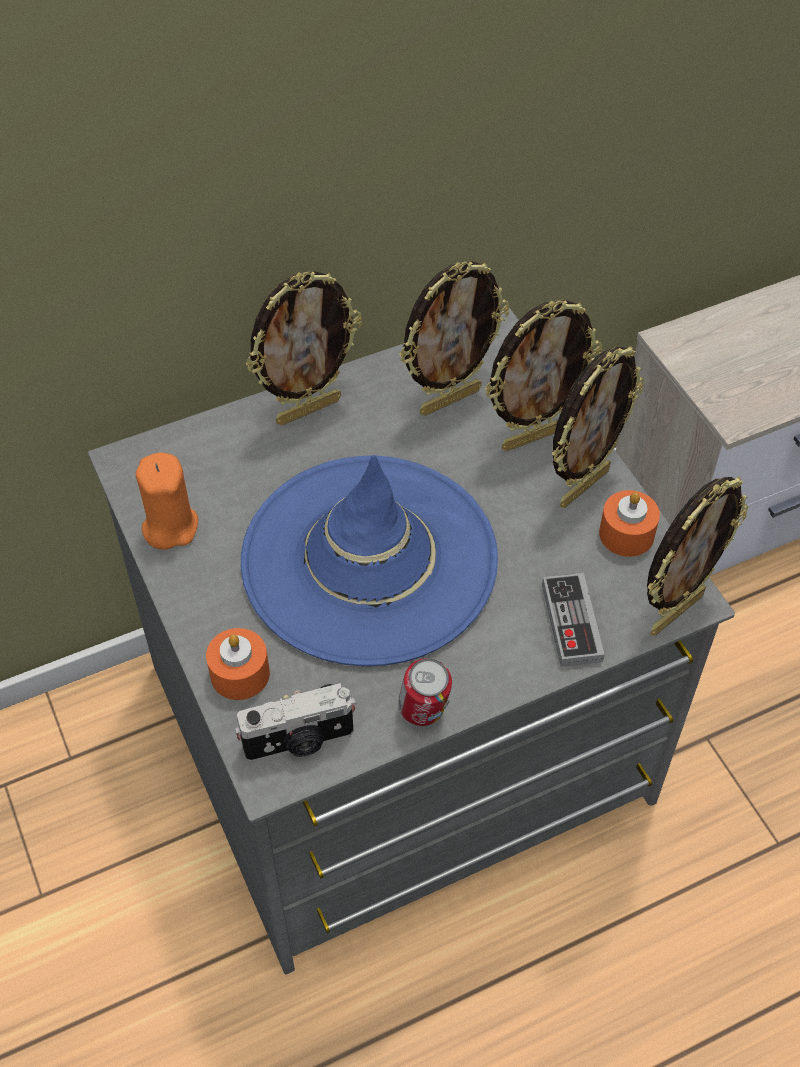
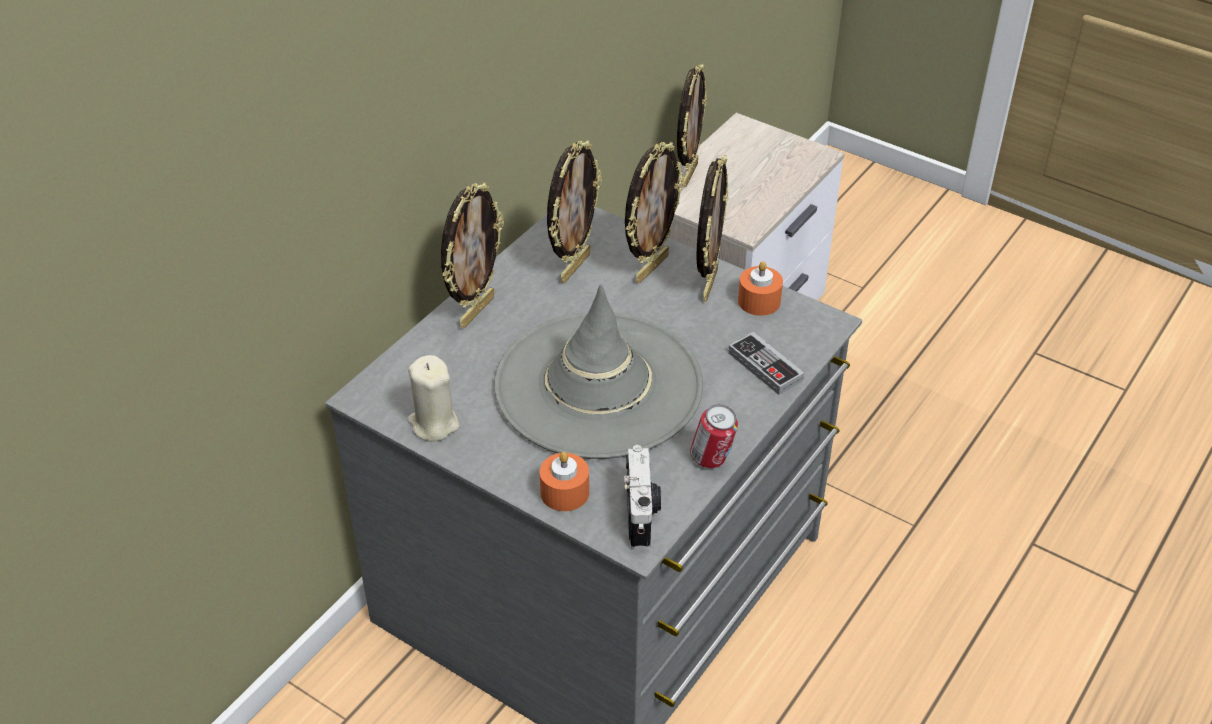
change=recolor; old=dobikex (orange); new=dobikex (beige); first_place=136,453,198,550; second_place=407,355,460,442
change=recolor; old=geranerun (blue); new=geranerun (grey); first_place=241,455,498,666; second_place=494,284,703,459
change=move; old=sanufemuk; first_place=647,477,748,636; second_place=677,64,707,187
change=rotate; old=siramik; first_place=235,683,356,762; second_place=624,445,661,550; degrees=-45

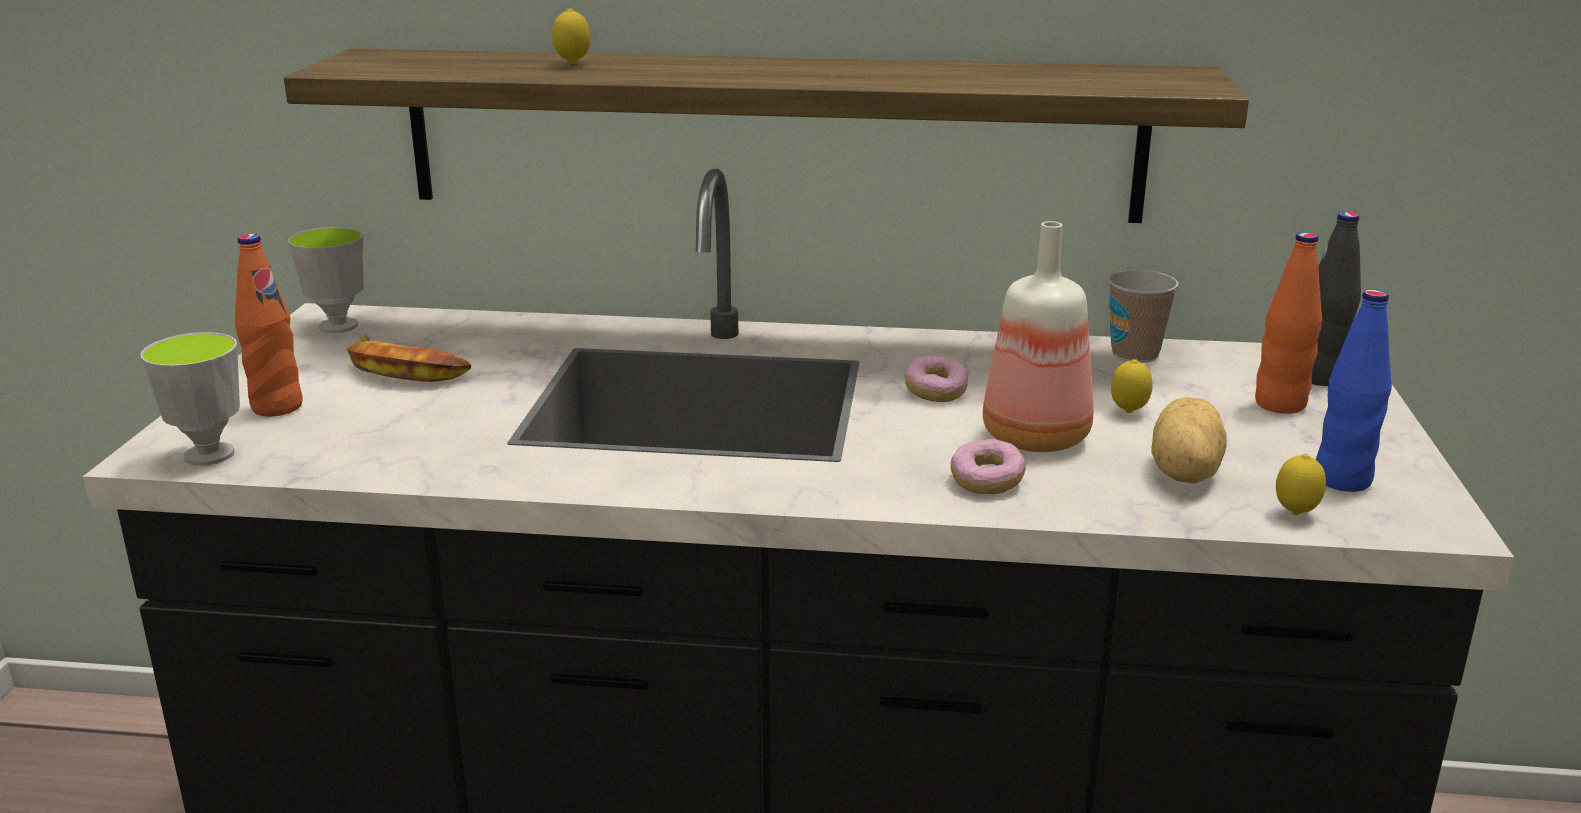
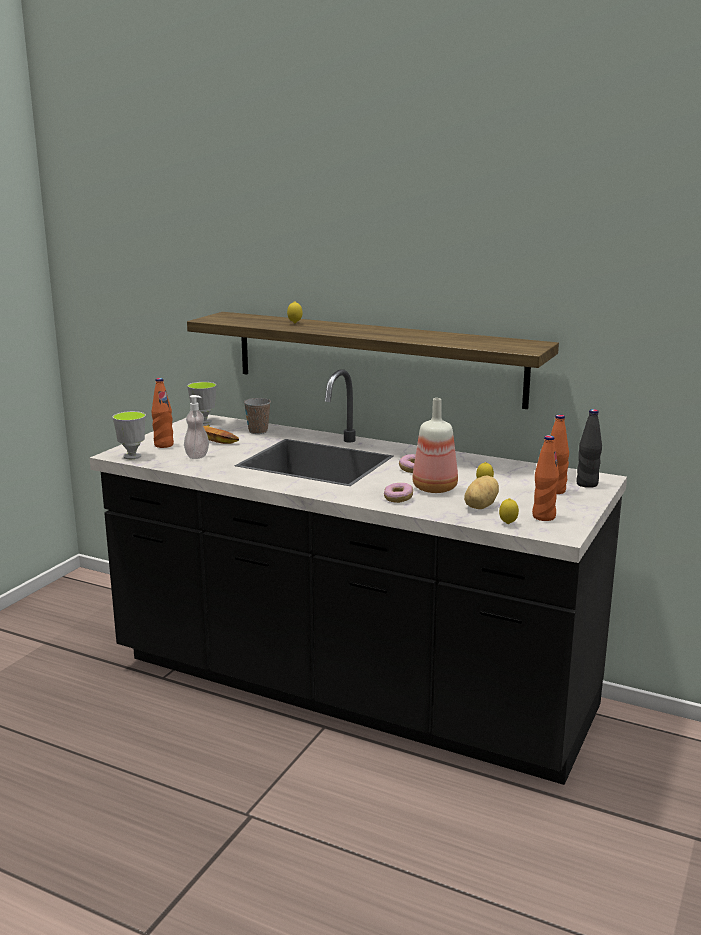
change=move; old=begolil; first_place=1108,270,1178,363; second_place=244,398,271,434
change=recolor; old=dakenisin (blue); new=dakenisin (orange); first_place=1316,289,1392,492; second_place=532,435,559,521
change=insert; new=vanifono; second_place=184,395,209,459

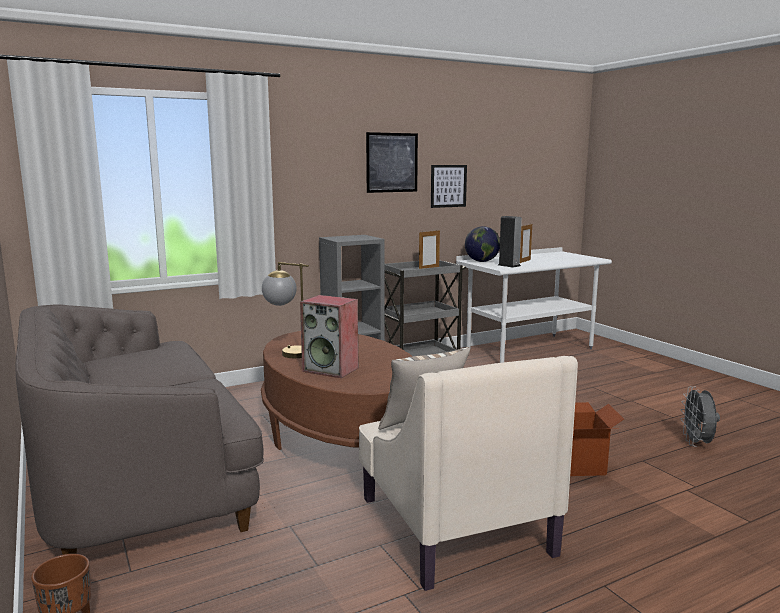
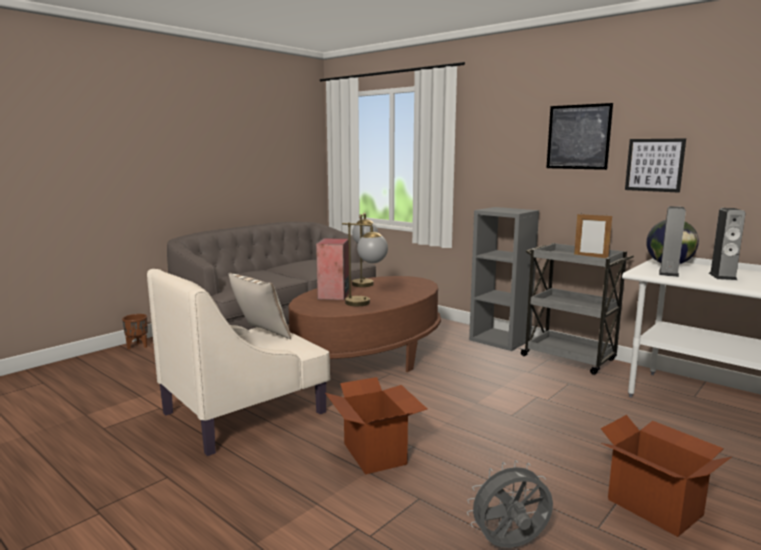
change=replace; old=sanufemuk; new=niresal; first_place=520,224,532,263; second_place=709,208,746,280
change=insert; new=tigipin; second_place=342,222,388,306
change=insert; new=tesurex; second_place=600,415,731,537

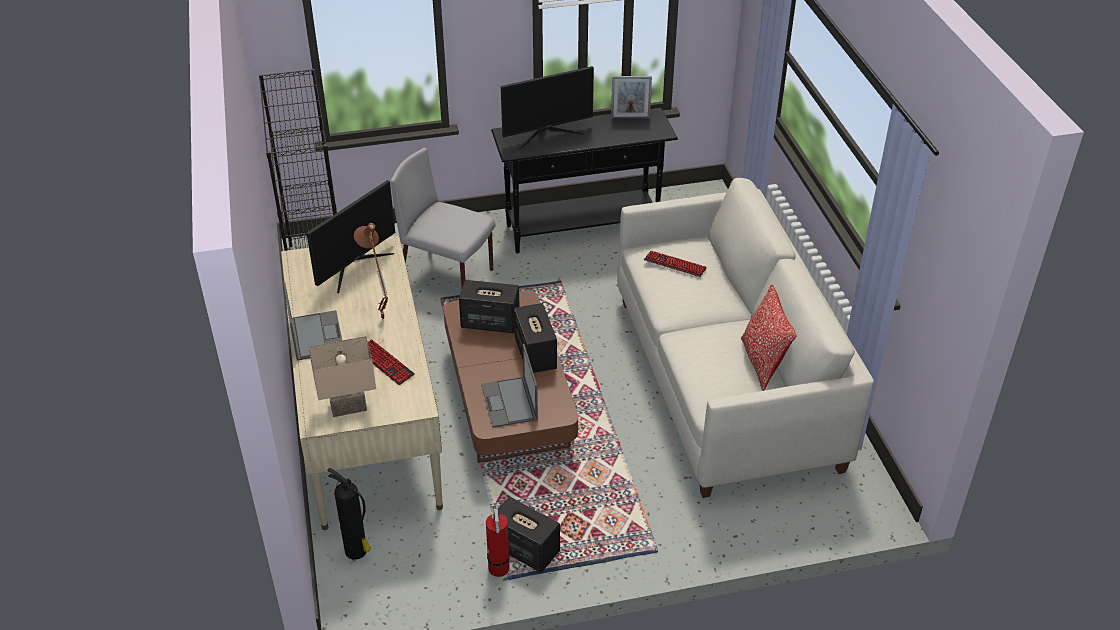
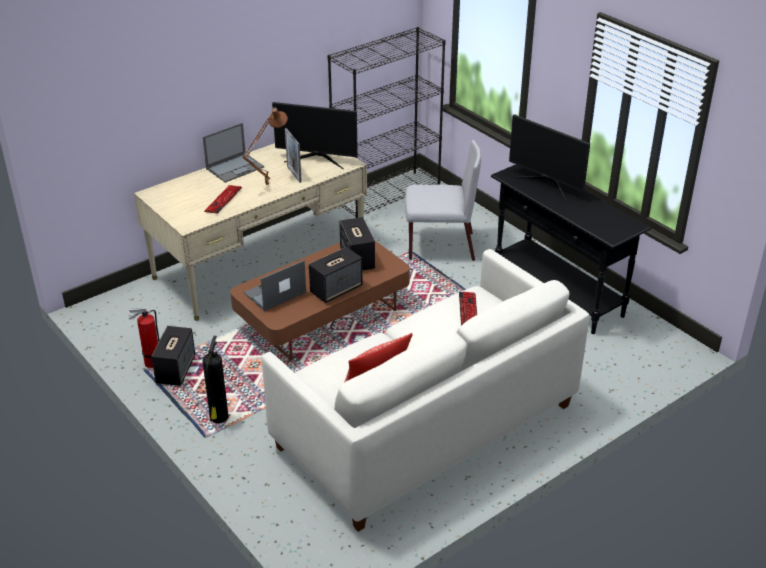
change=move; old=sanufemuk; first_place=611,76,652,118; second_place=285,128,302,183
change=rotate; old=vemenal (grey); first_place=391,148,495,287; second_place=405,140,481,261; degrees=90
change=delete; old=tigipin (beige); first_place=309,336,376,417
change=move; old=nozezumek; first_place=327,468,371,560; second_place=202,336,228,423

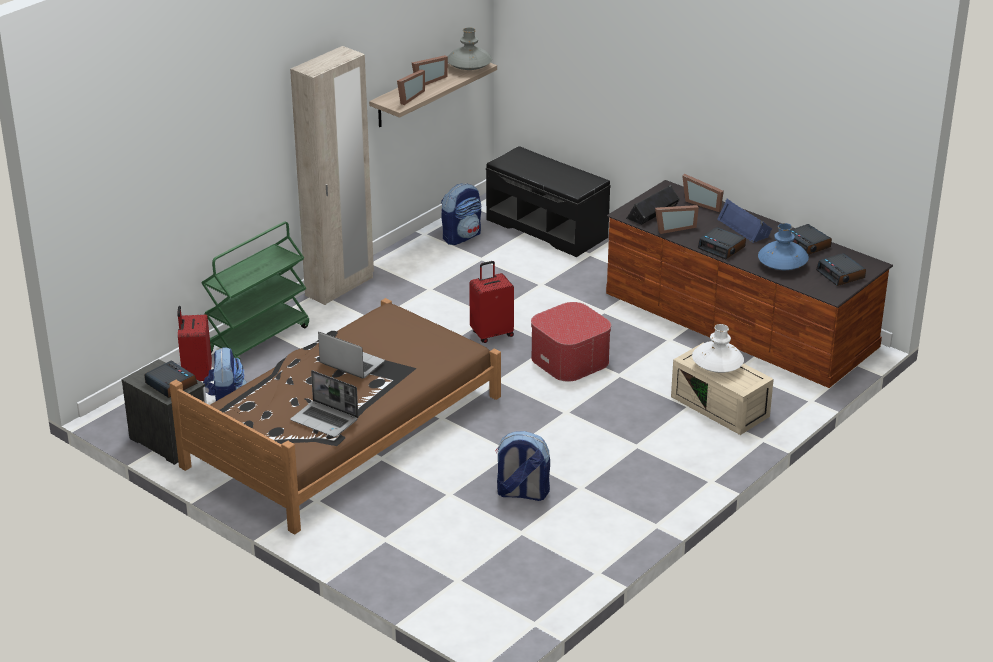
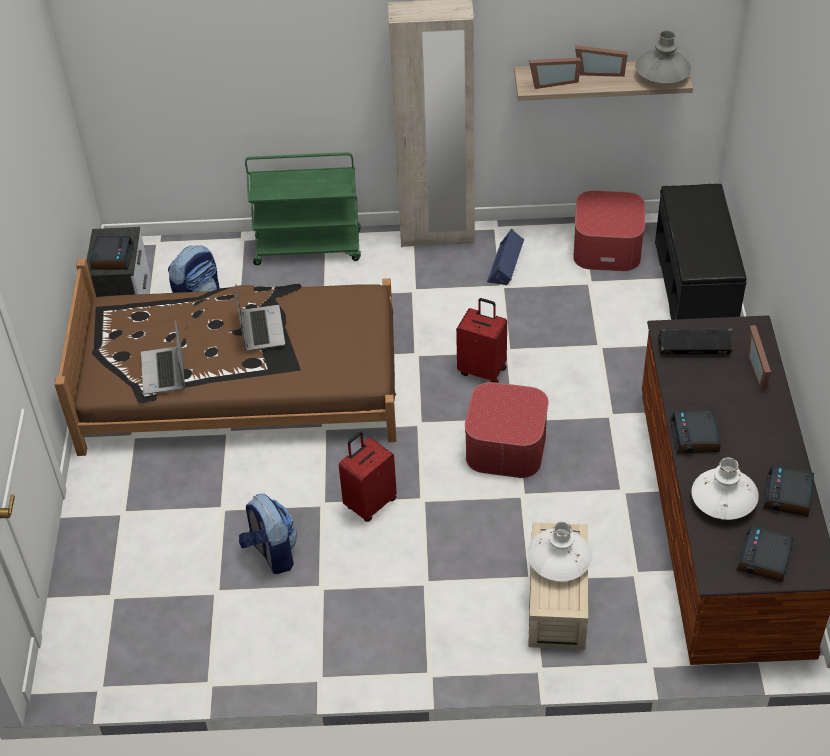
change=replace; old=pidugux; new=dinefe; first_place=441,183,481,245; second_place=573,191,645,271
change=move; old=niresal (blue); first_place=717,199,772,243; second_place=487,228,524,285
change=delete; old=sanufemuk; first_place=655,205,699,234
change=recolor; old=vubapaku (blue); new=vubapaku (white); first_place=758,223,809,270; second_place=692,458,759,520
change=move; old=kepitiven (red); first_place=177,306,212,381; second_place=339,432,397,522

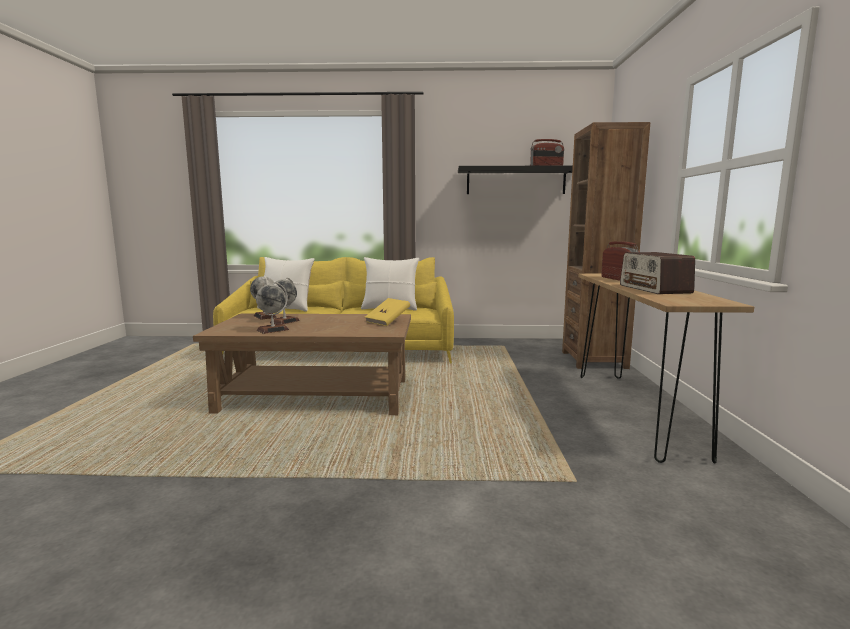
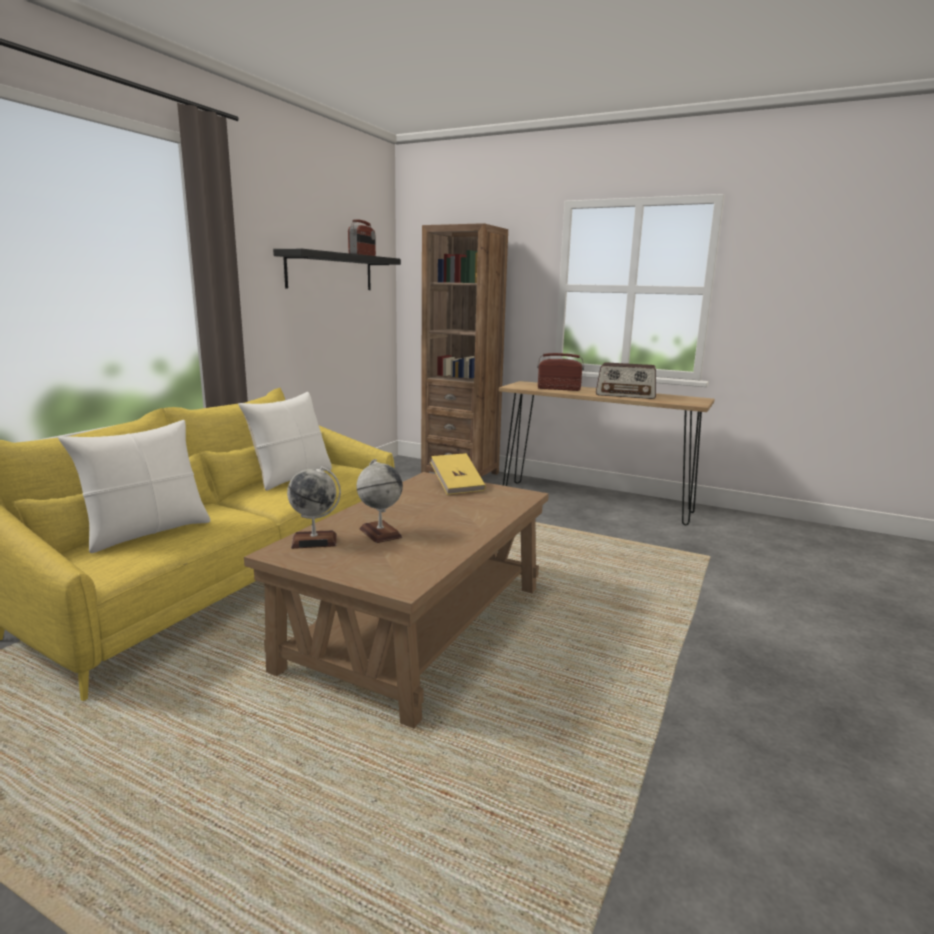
change=delete; old=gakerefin; first_place=256,282,289,334

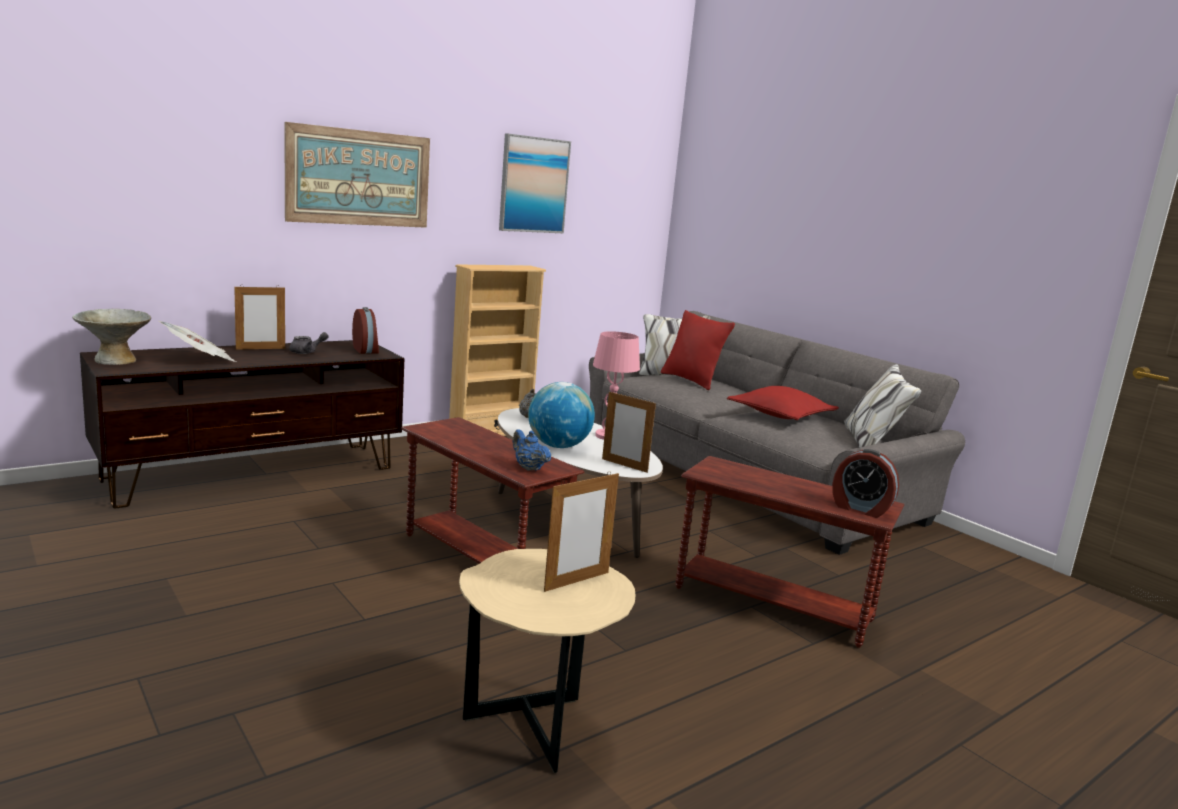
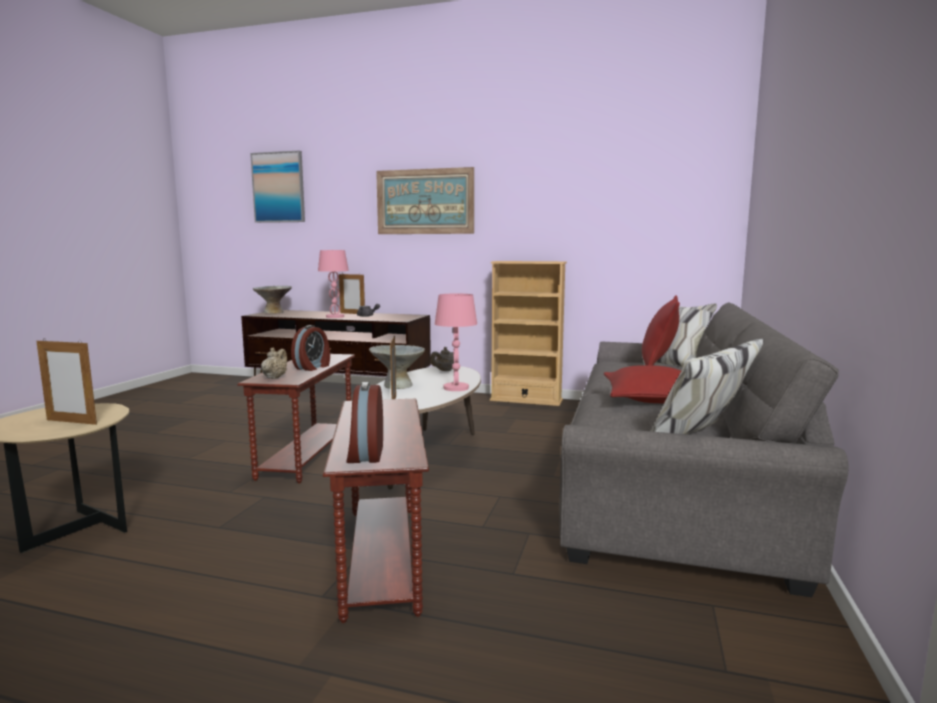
change=move; old=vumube; first_place=499,133,571,233; second_place=250,151,305,223
change=move; old=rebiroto; first_place=352,307,379,354; second_place=291,325,330,371
change=delete; old=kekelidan; first_place=159,321,236,362
change=replace; old=gakerefin; new=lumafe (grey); first_place=528,382,595,448; second_place=369,345,425,389
change=recolor; old=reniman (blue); new=reniman (beige); first_place=512,429,551,471; second_place=261,348,287,379
change=insert; new=tigipin (pink); second_place=318,250,349,318

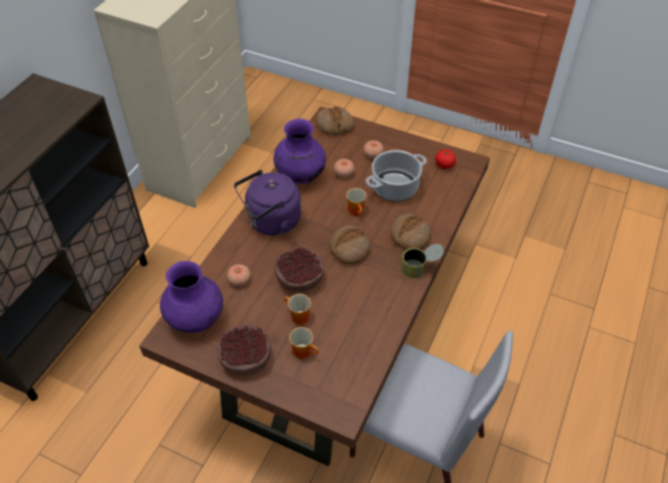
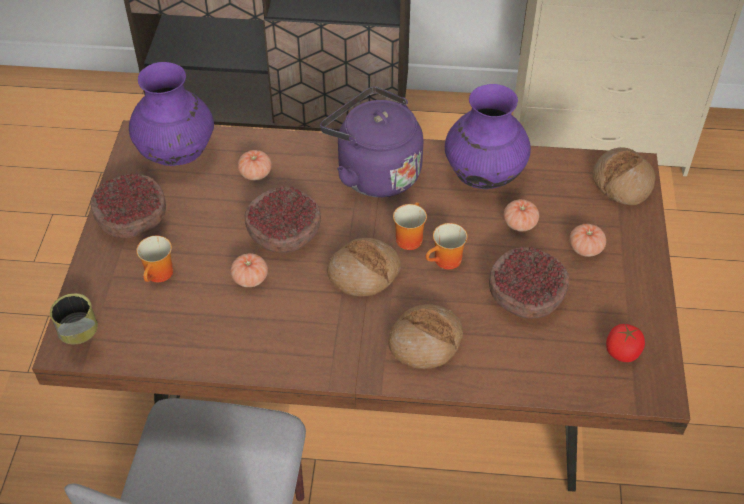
change=replace; old=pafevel; new=lumafe; first_place=366,150,427,201; second_place=489,247,569,319
change=move; old=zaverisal; first_place=401,244,444,279; second_place=50,293,98,345
change=move; old=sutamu; first_place=284,294,311,325; second_place=393,202,427,250
change=insert; new=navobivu; second_place=230,253,268,287

